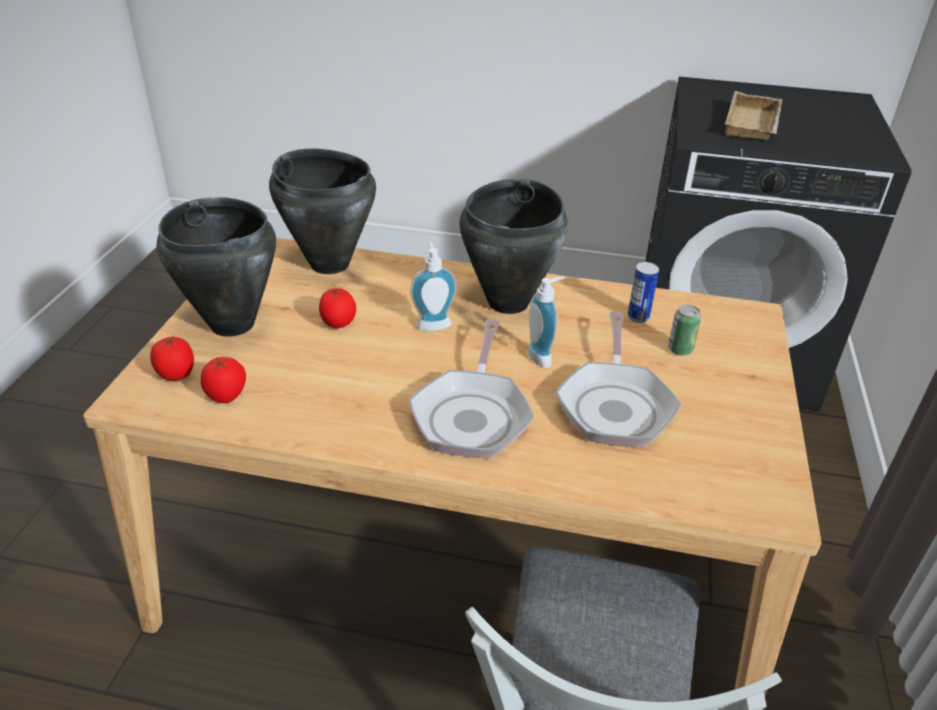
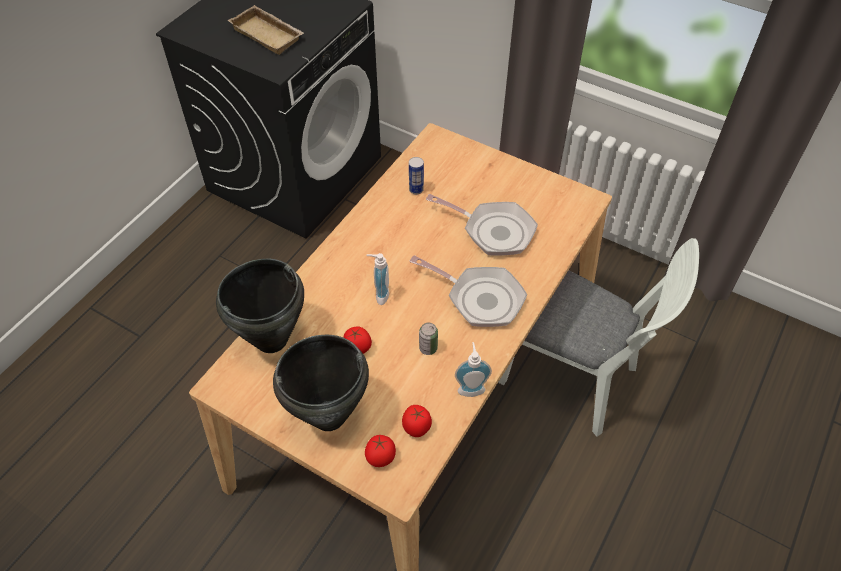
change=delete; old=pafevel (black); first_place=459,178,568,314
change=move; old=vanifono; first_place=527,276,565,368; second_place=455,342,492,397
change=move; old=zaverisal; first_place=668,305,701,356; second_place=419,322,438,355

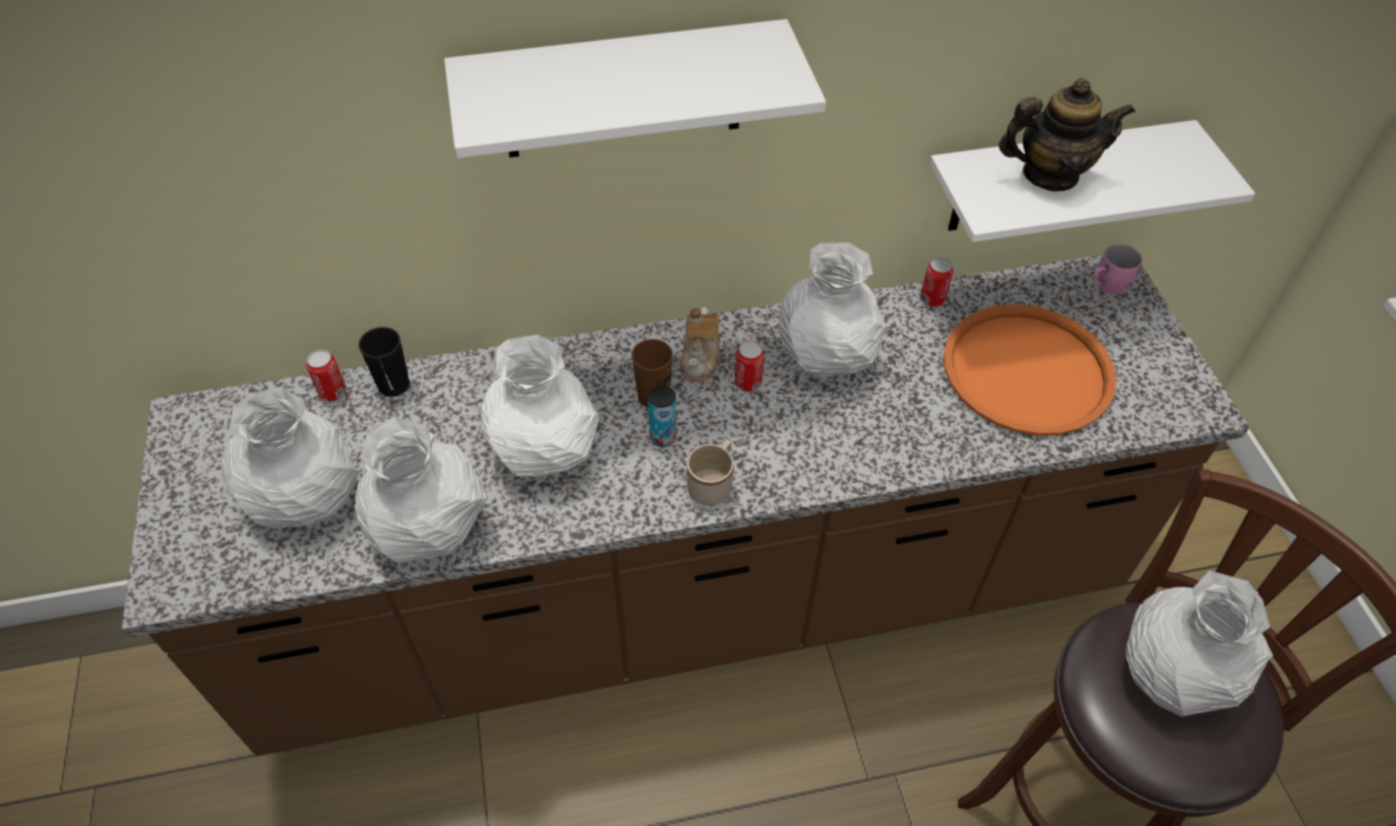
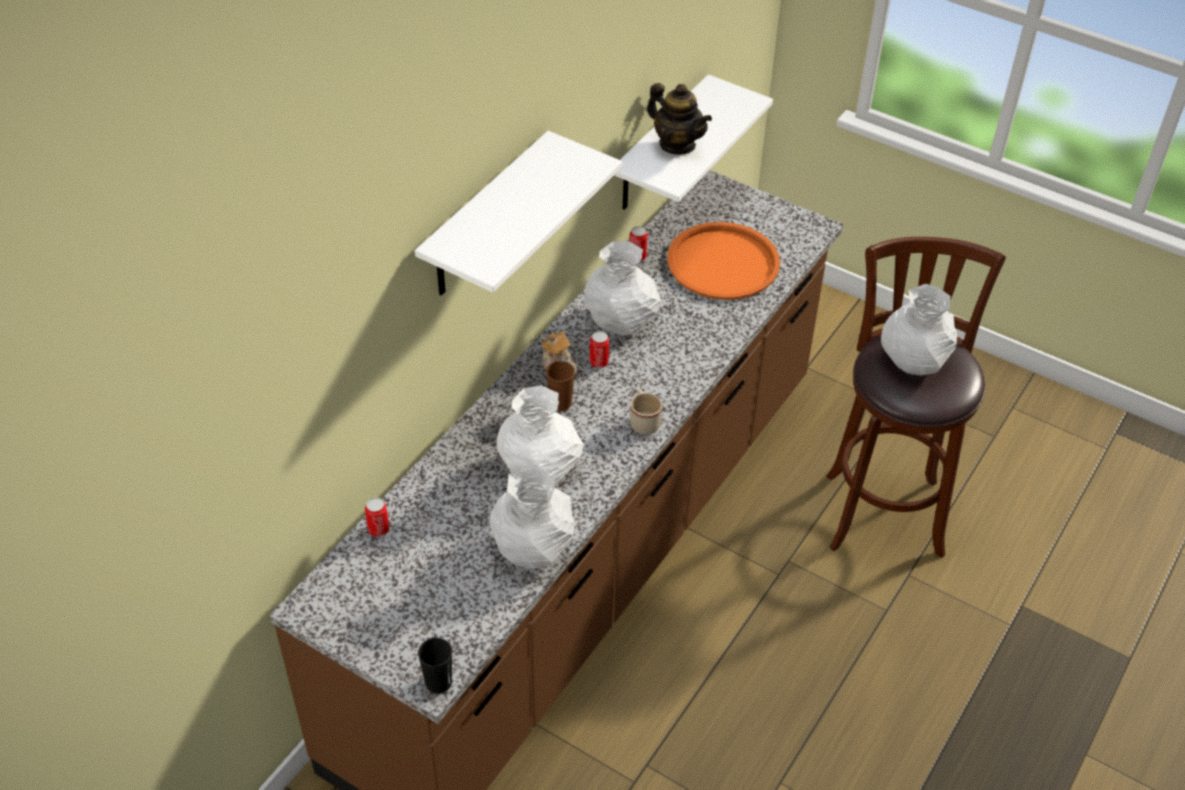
change=rotate; old=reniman; first_place=998,78,1135,191; second_place=647,83,712,154; degrees=90
change=delete; old=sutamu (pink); first_place=1093,244,1142,294
change=move; old=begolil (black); first_place=359,327,410,397; second_place=418,638,452,693
change=delete; old=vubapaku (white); first_place=221,386,358,528
change=delete; old=zaverisal; first_place=648,386,676,447

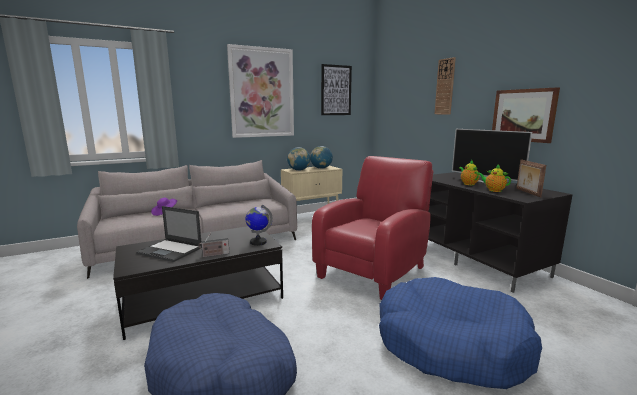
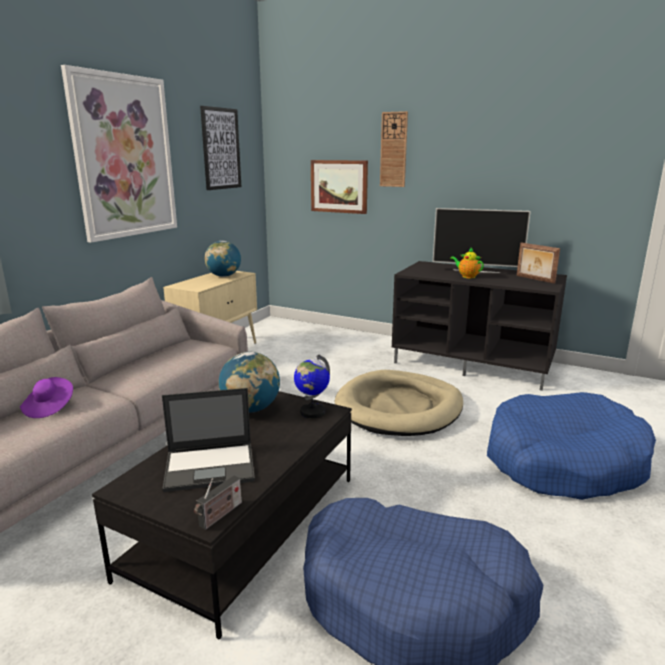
change=move; old=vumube; first_place=492,87,560,143; second_place=311,160,368,214
change=move; old=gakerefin; first_place=287,147,310,171; second_place=219,352,280,413
change=replace; old=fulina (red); new=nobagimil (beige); first_place=312,156,433,300; second_place=335,370,463,436
change=delete; old=reniman; first_place=476,165,511,192
change=move; old=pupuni; first_place=199,233,230,257; second_place=194,476,242,530

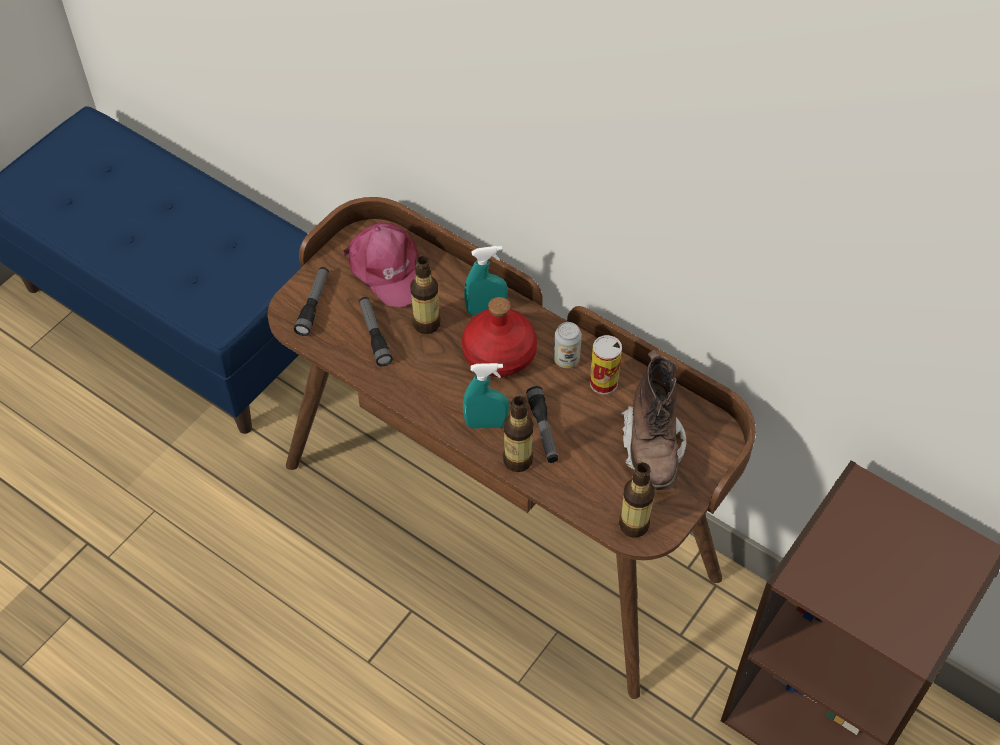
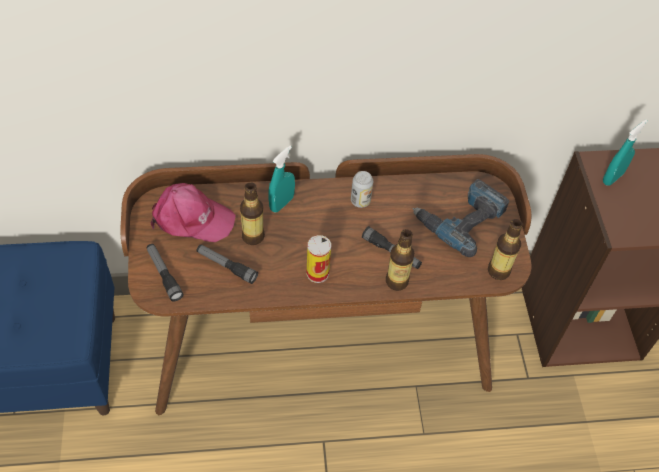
change=delete; old=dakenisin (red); first_place=462,297,537,377
change=move; old=zaverisal; first_place=590,335,622,395; second_place=306,235,331,283
change=replace; old=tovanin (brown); new=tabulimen; first_place=621,349,686,490; second_place=413,179,509,257
change=move; old=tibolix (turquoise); first_place=463,363,509,428; second_place=603,120,647,186

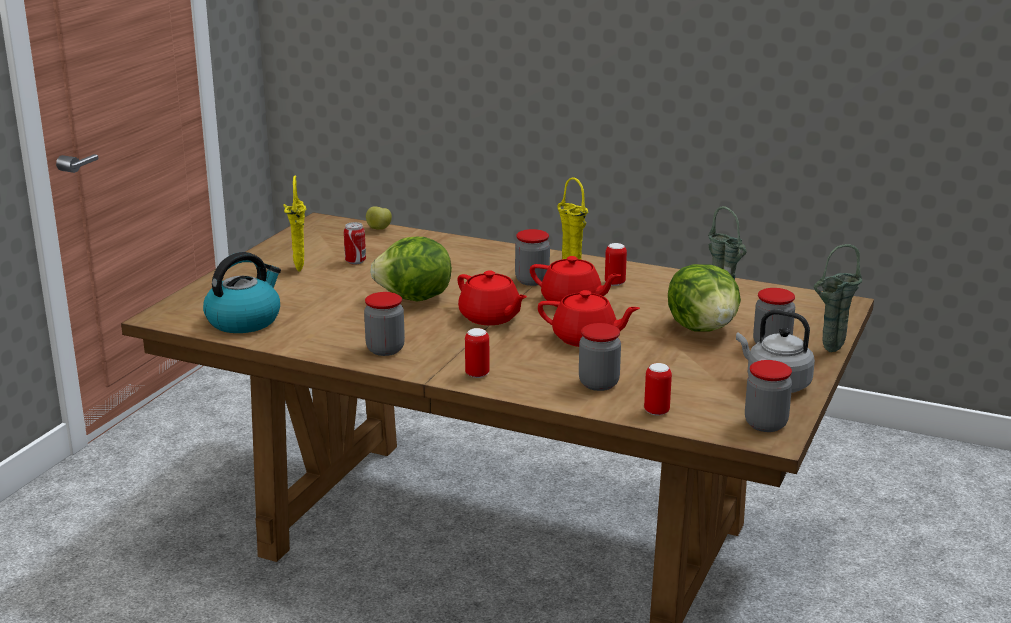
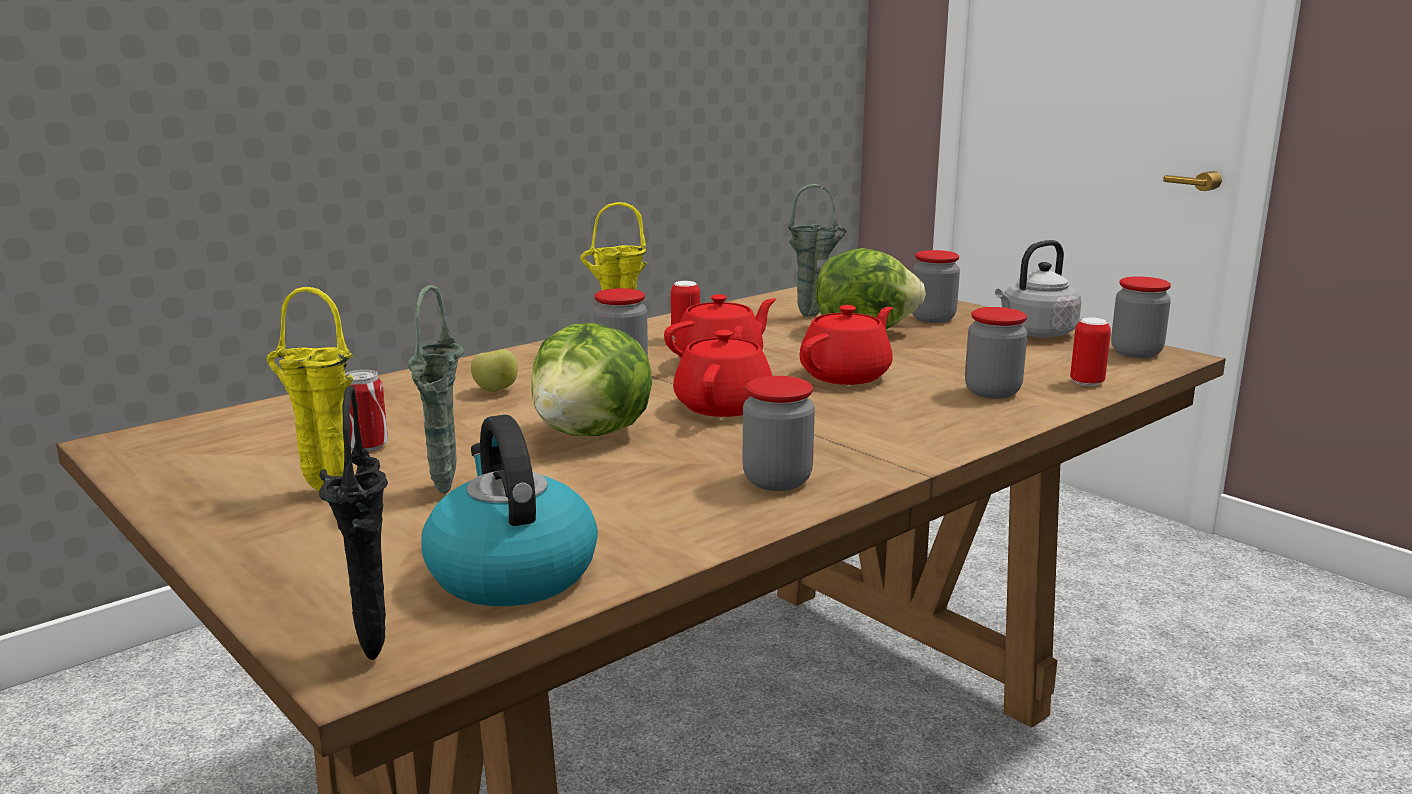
change=move; old=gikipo; first_place=366,206,392,230; second_place=471,349,518,392
change=move; old=vubapaku (green); first_place=814,244,862,352; second_place=408,285,464,494
change=rotate; old=reniman (red); first_place=457,271,527,325; second_place=673,326,772,417; degrees=-60
change=delete; old=zaverisal; first_place=465,328,490,378
change=insert; new=vubapaku (black); second_place=319,385,388,660

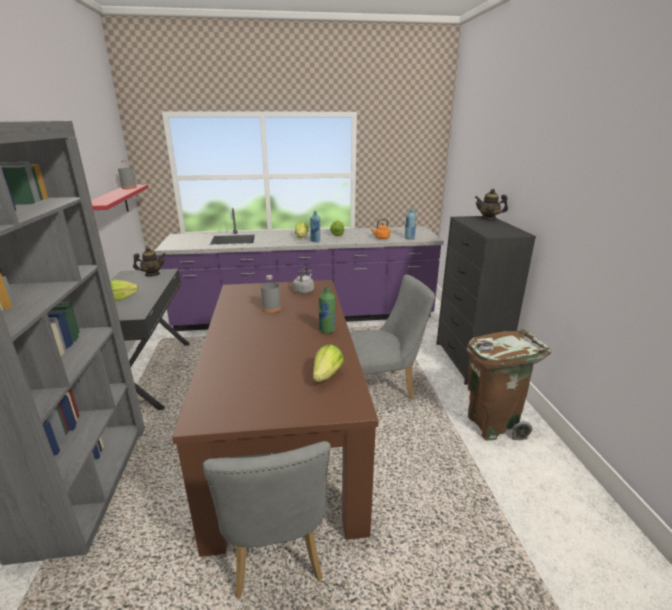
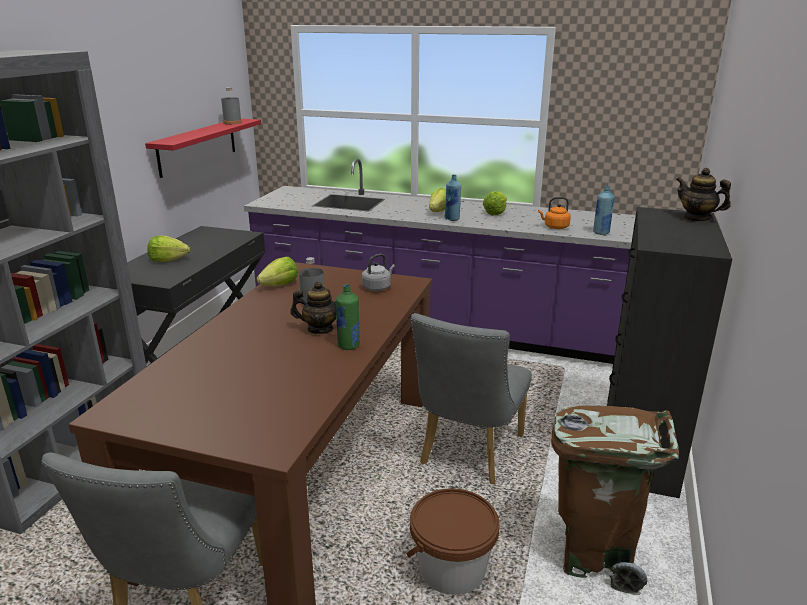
change=move; old=reniman; first_place=133,247,166,277; second_place=290,281,336,334
change=rotate; old=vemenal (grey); first_place=350,275,435,400; second_place=411,313,532,484; degrees=105
change=move; old=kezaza; first_place=313,344,344,382; second_place=257,257,298,286
change=insert; new=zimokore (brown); second_place=406,488,500,595

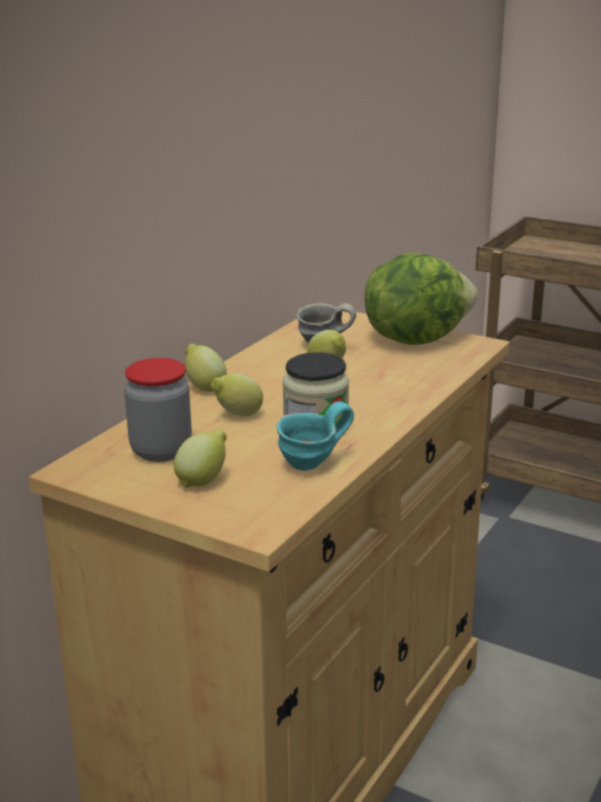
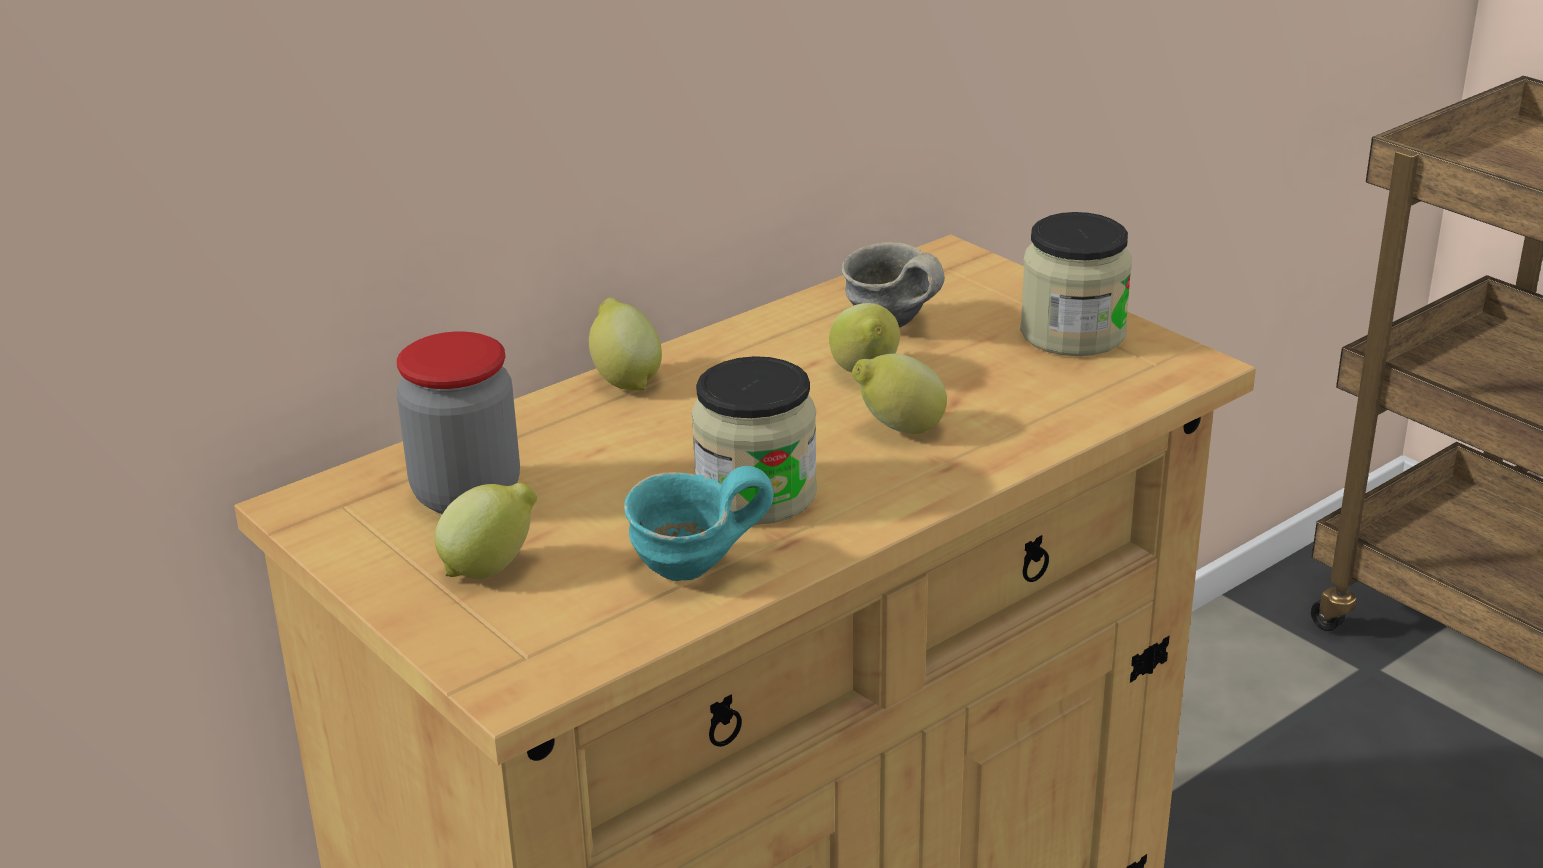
change=replace; old=kezaza; new=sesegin; first_place=364,253,478,345; second_place=1020,212,1132,356
change=move; old=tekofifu; first_place=211,373,263,416; second_place=852,354,947,434

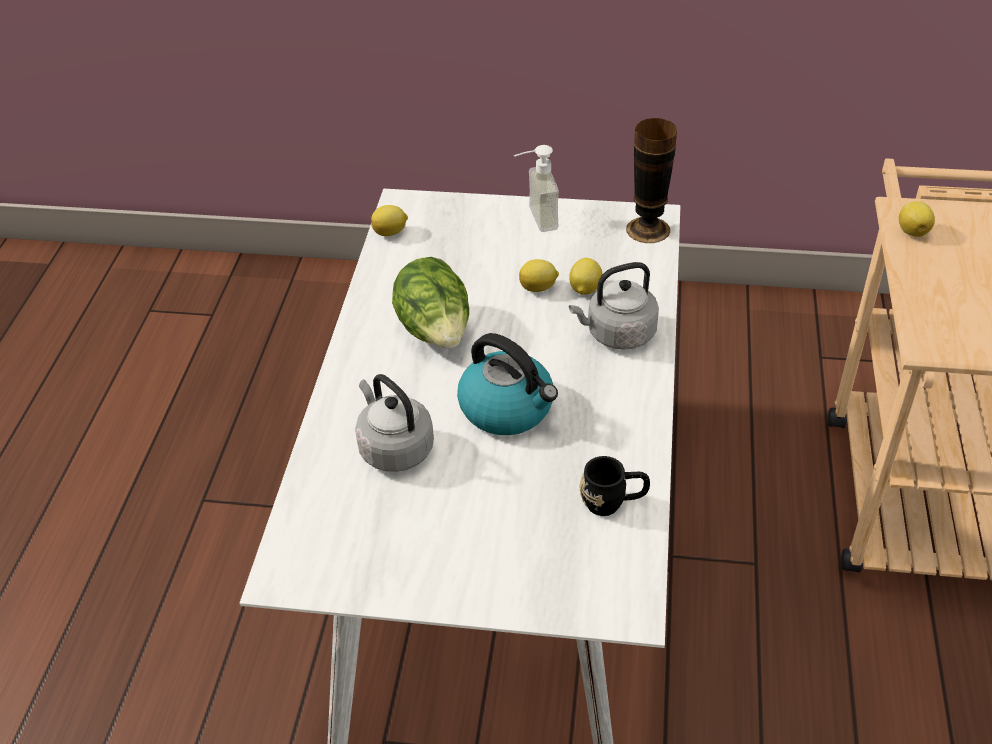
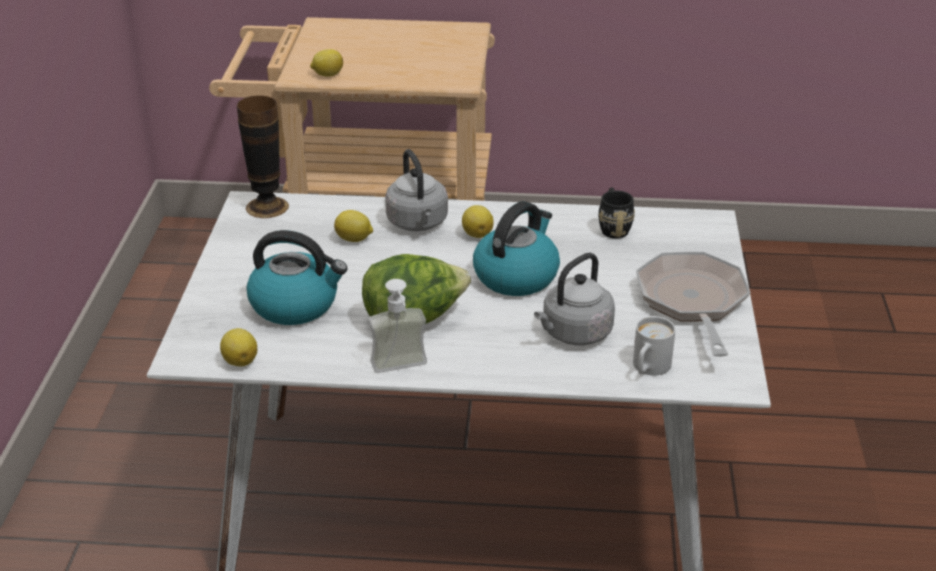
change=move; old=vanifono; first_place=514,145,559,232; second_place=368,279,427,373
change=move; old=tekofifu; first_place=519,259,559,292; second_place=462,205,494,238
change=insert; new=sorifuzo; second_place=247,230,348,325
change=insert; new=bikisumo; second_place=636,252,750,357
change=insert; new=sutamu (white); second_place=633,316,676,376

